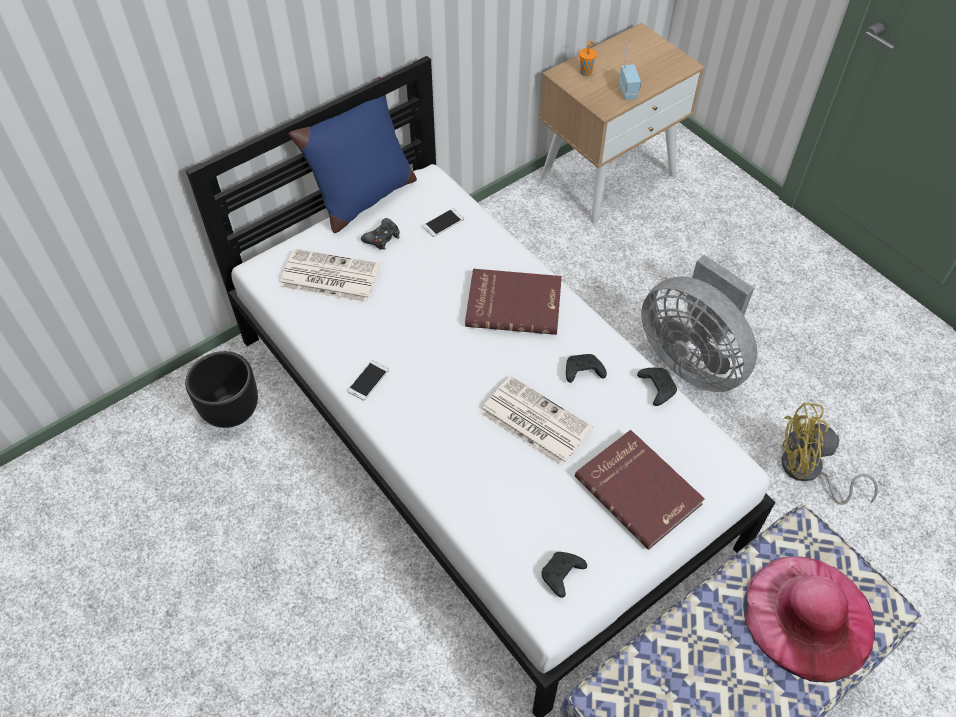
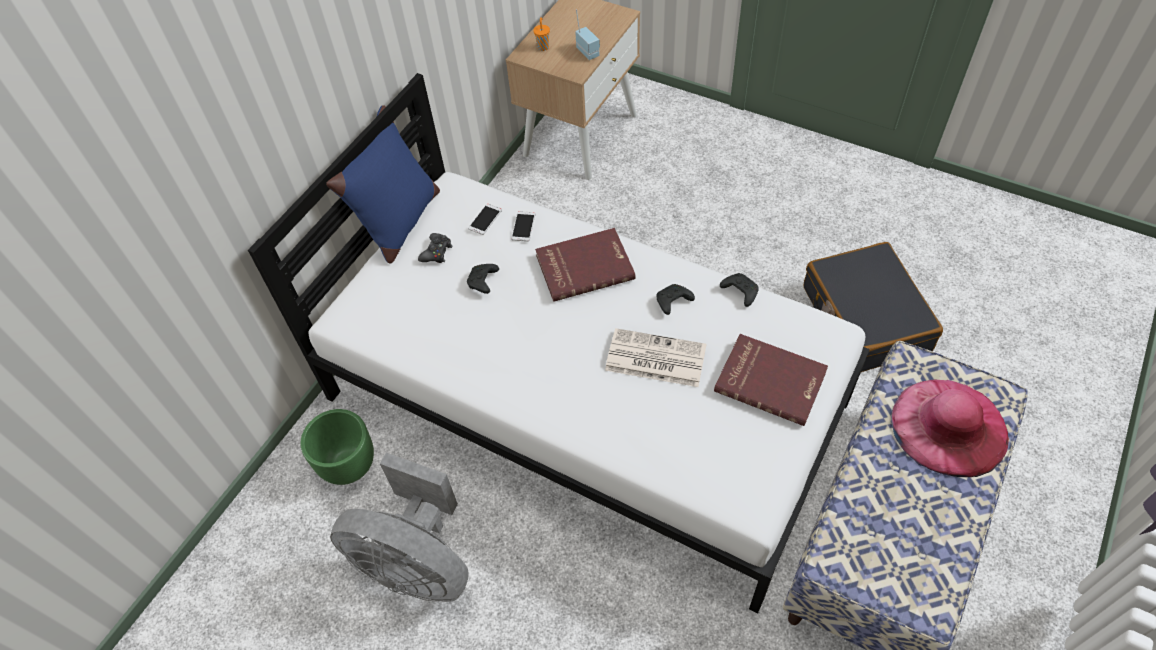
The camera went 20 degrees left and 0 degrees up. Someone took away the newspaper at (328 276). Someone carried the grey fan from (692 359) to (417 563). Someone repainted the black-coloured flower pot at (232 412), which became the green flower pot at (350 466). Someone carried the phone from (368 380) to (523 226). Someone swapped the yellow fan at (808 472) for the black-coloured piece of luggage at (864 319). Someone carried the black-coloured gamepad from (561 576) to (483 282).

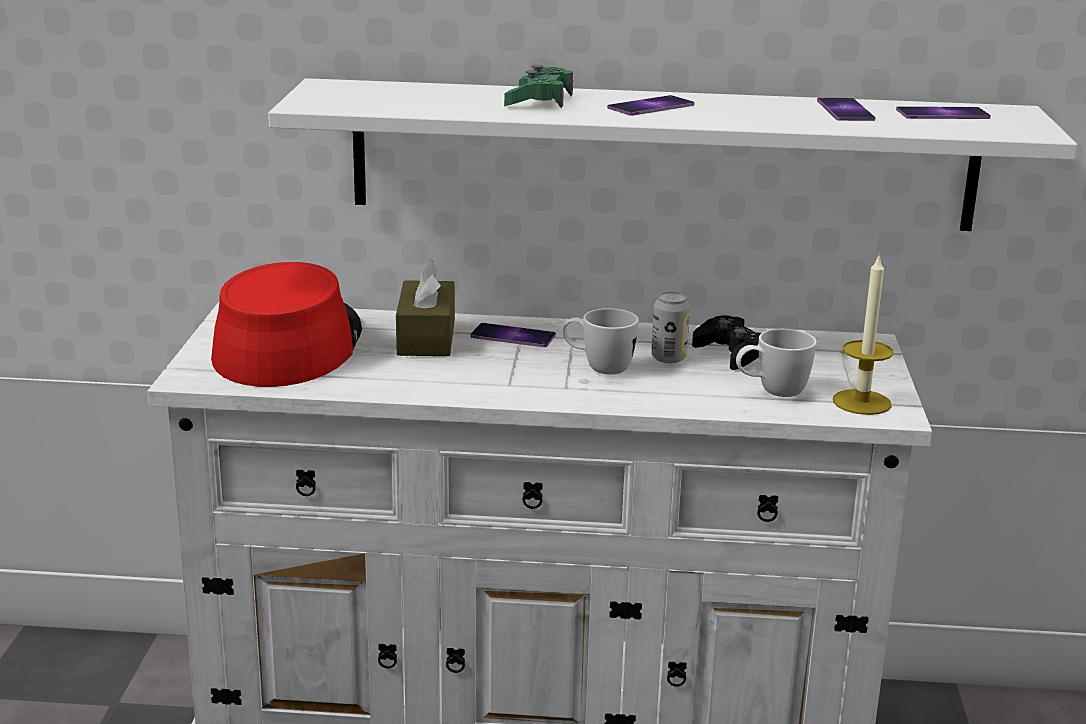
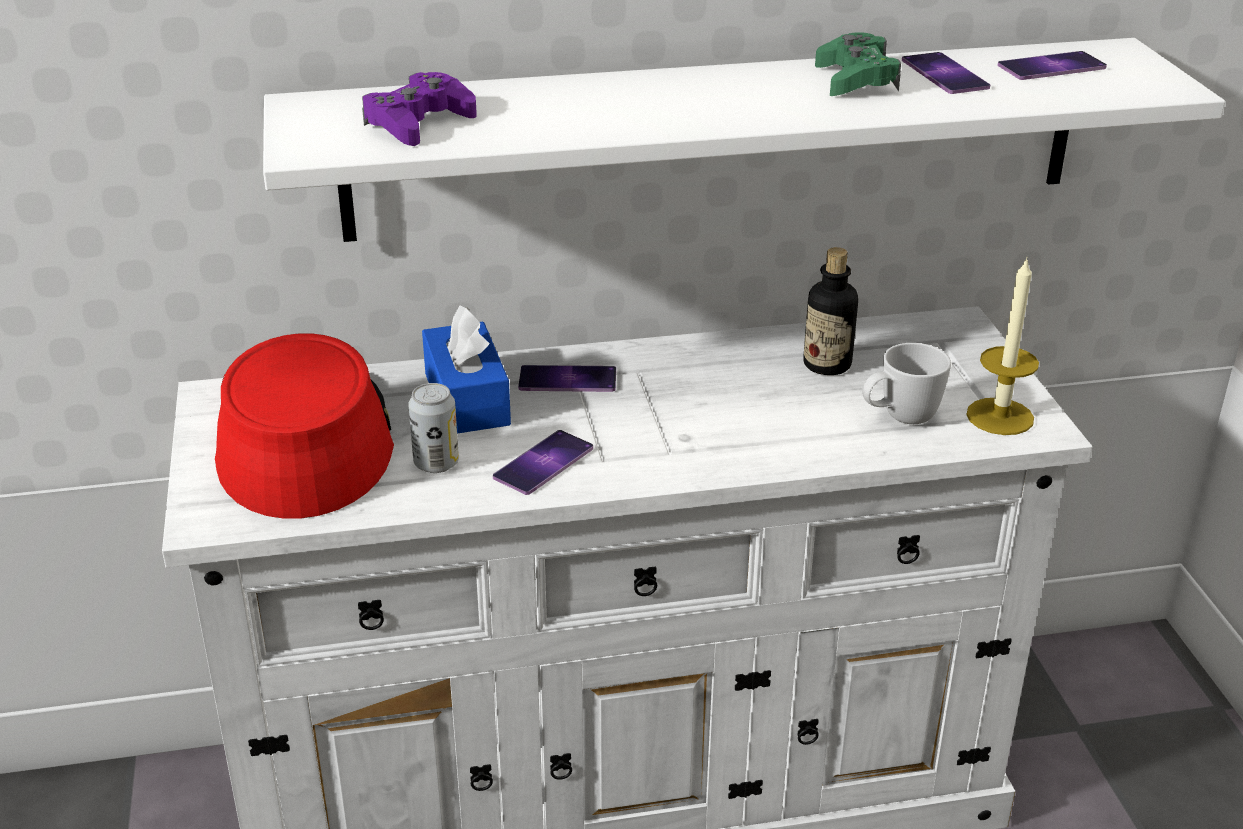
The camera went 15 degrees left and 10 degrees up. Someone carried the green gamepad from (539 100) to (856 79). Someone carried the phone from (651 106) to (543 463). Someone repainted the brownish tissue holder at (426 337), which became the blue tissue holder at (467 399). Someone carried the metal can from (668 358) to (436 463). Someone took away the white-coloured tea mug at (598 368). Someone swapped the black-coloured gamepad at (733 353) for the beverage bottle at (827 364). Someone put down the purple gamepad at (418 123).

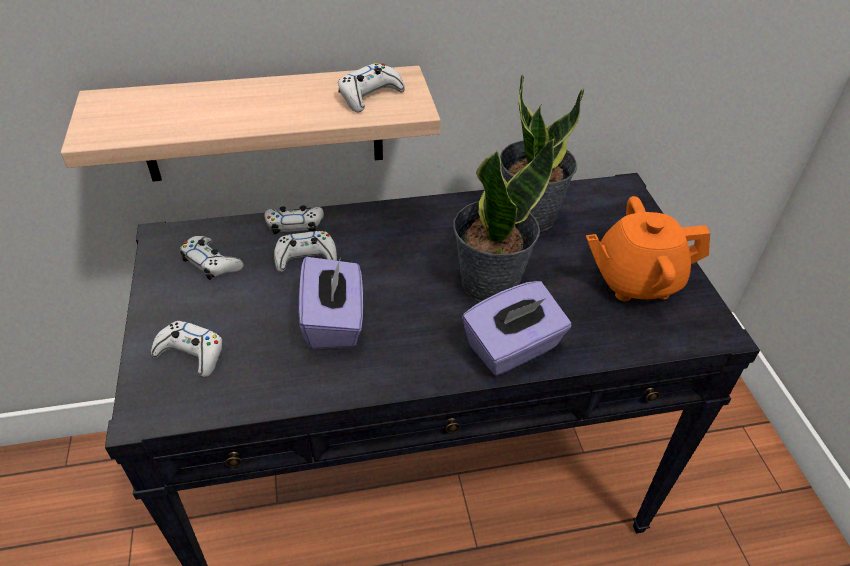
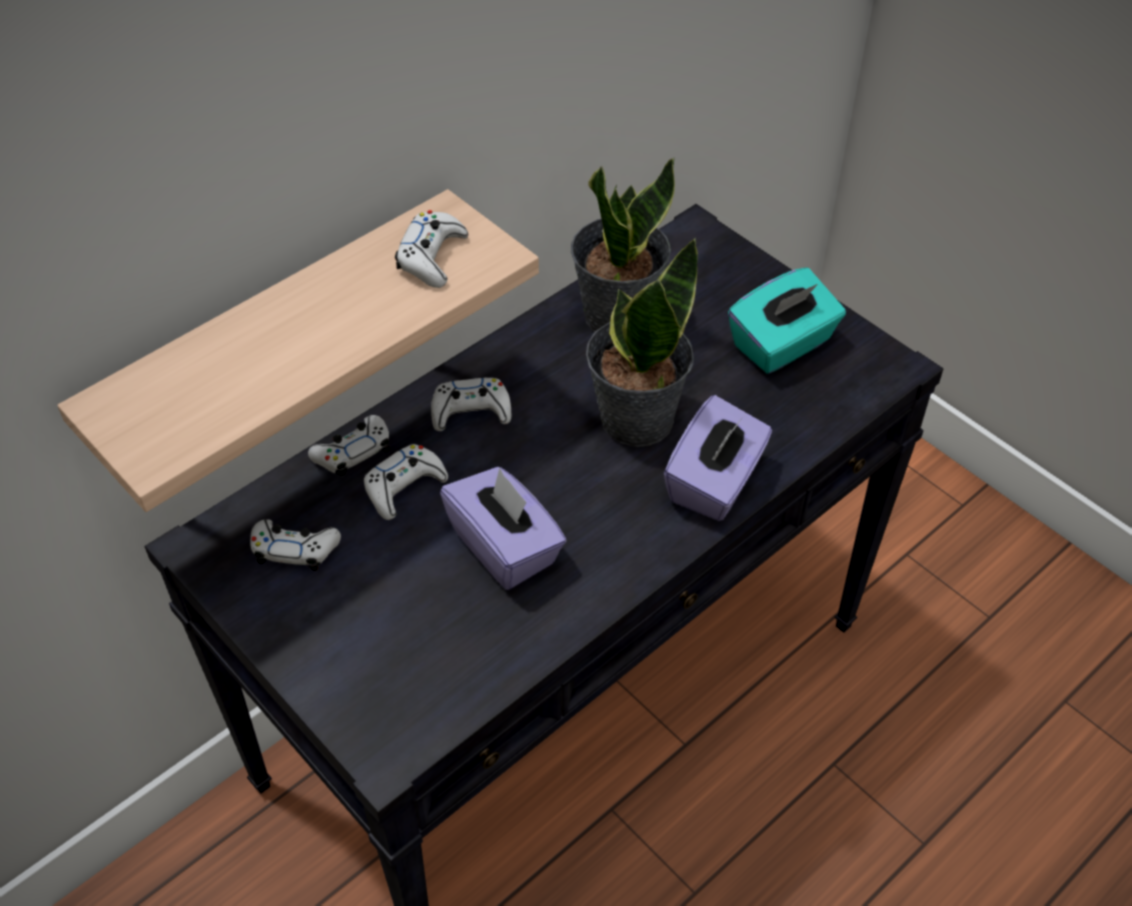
The camera went 30 degrees left and 5 degrees up. Someone swapped the orangey tea pot at (635 280) for the turquoise tissue holder at (782 345). Someone carried the white-coloured gamepad from (191 353) to (471 411).

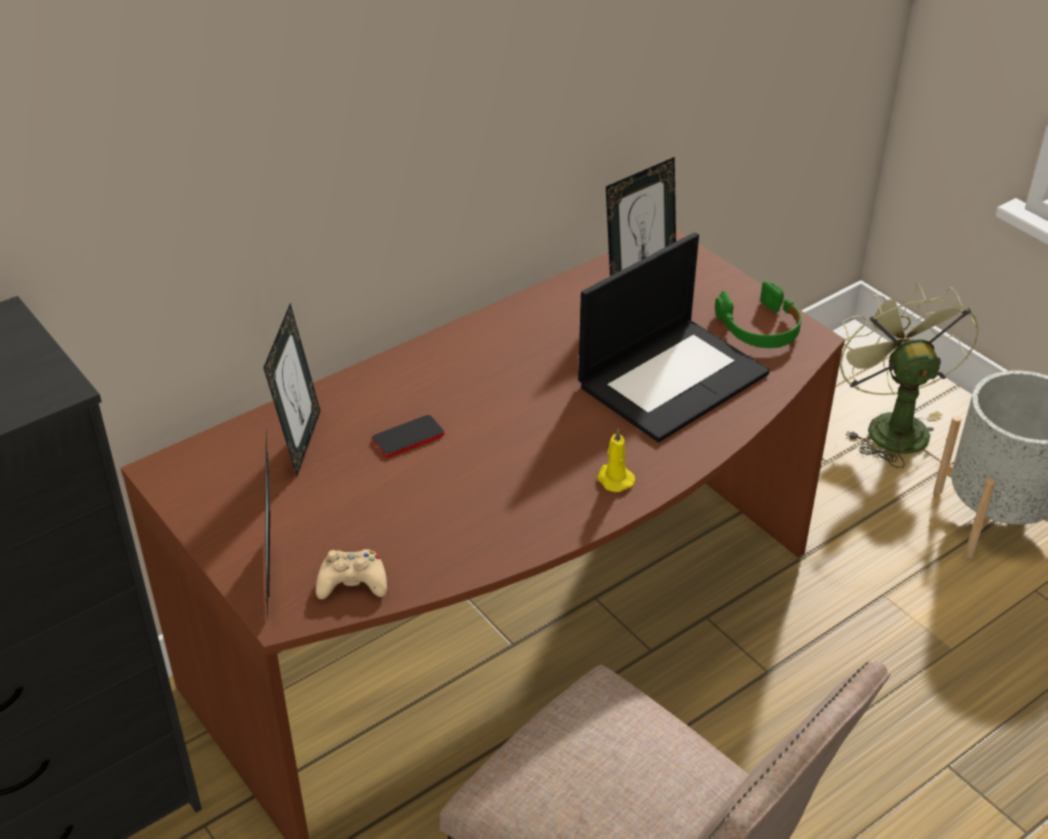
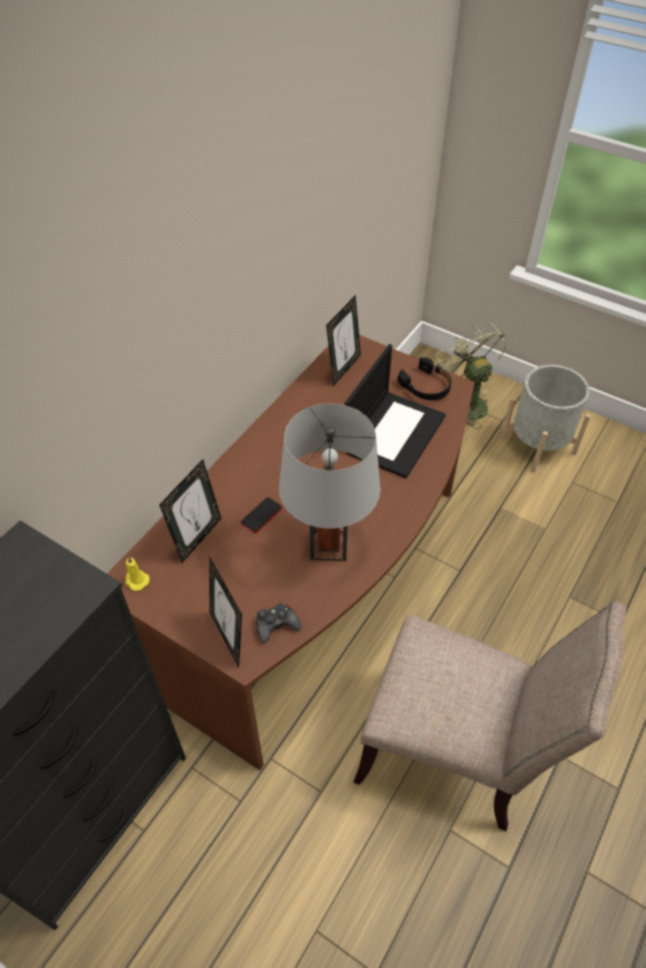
The camera went 20 degrees left and 10 degrees up. Someone repainted the green pair of headphones at (760 327), which became the black-coloured pair of headphones at (426 386). Someone rotated the standing frame at (300 442) by 45 degrees clockwise. Someone carried the yellow wax light from (614 479) to (136 580). Someone repainted the sand-coloured gamepad at (352 582), which became the black-coloured gamepad at (276 625). Someone put down the grey tabletop lamp at (328 546).

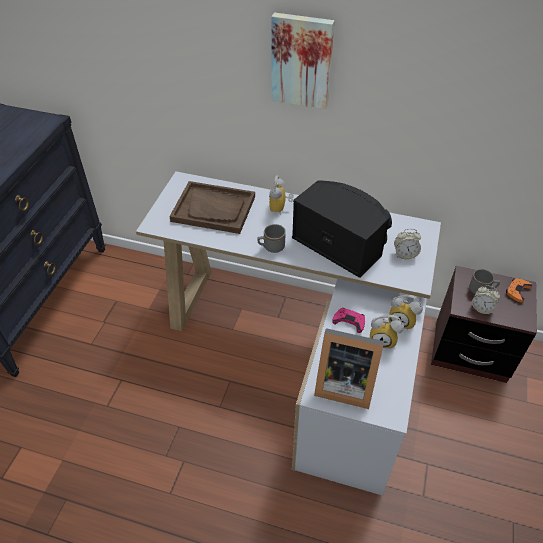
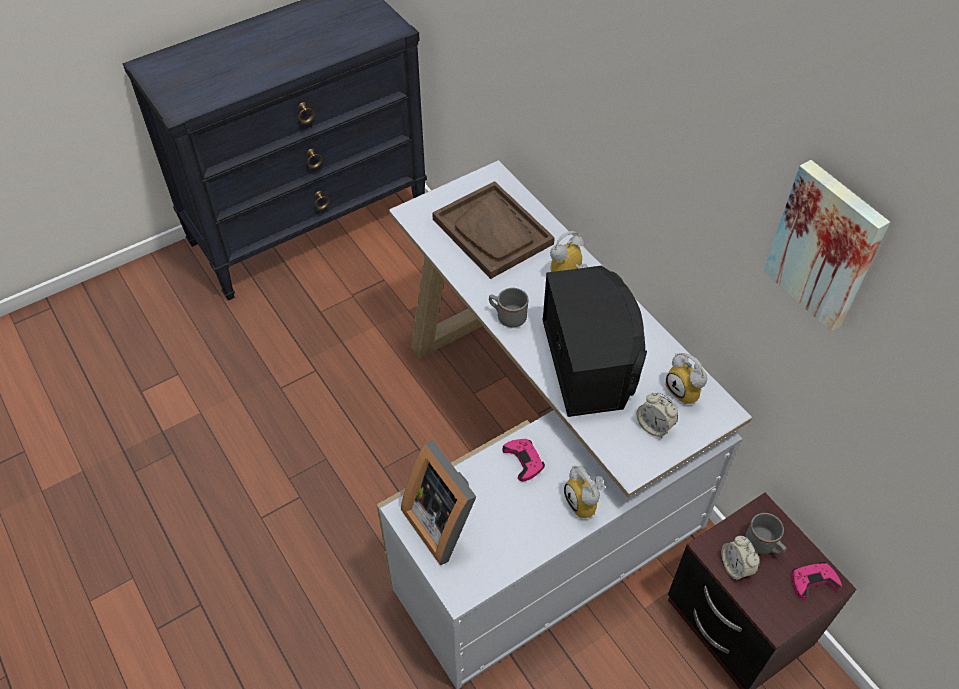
The camera went 40 degrees right and 5 degrees up. Someone carried the wall picture from (302 60) to (826 245). Someone repainted the orangey gamepad at (517 291), which became the pinkish gamepad at (813 581). Someone carried the alarm clock from (383 339) to (686 391).

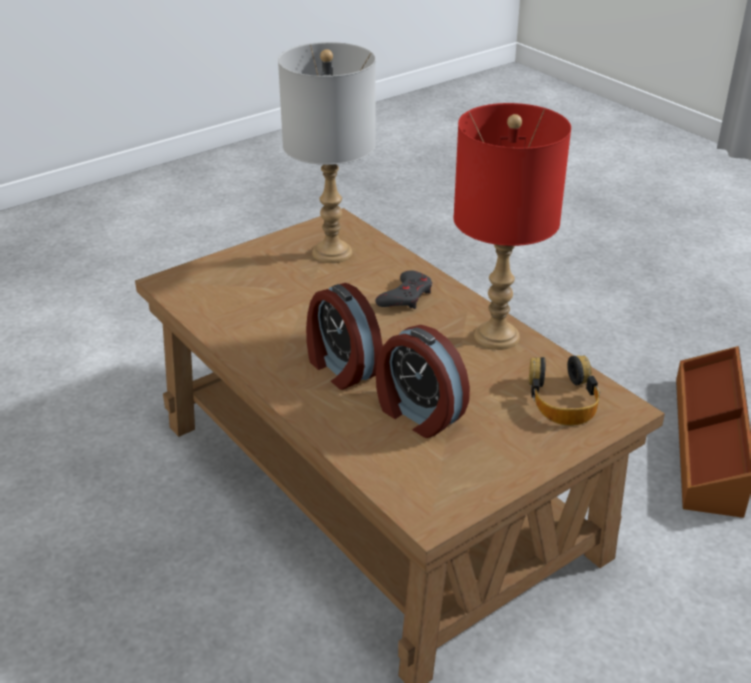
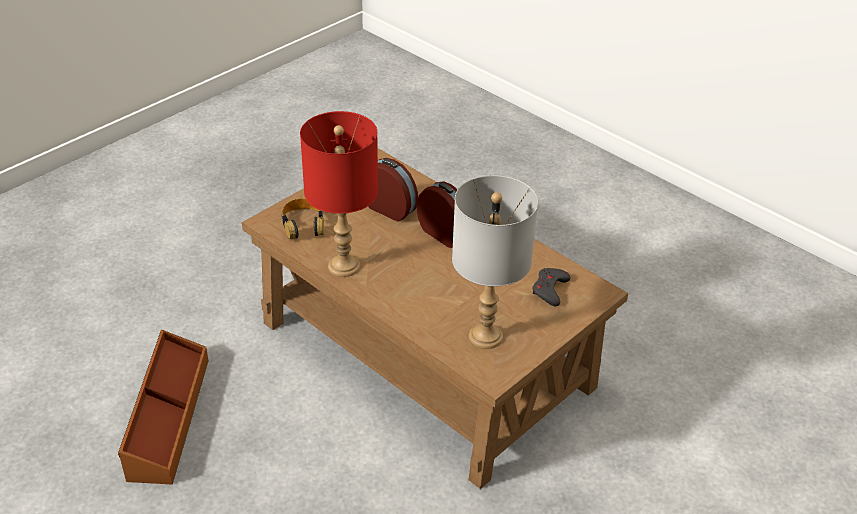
The camera went 170 degrees right and 5 degrees up. Someone carried the grey gamepad from (406 296) to (550 289).

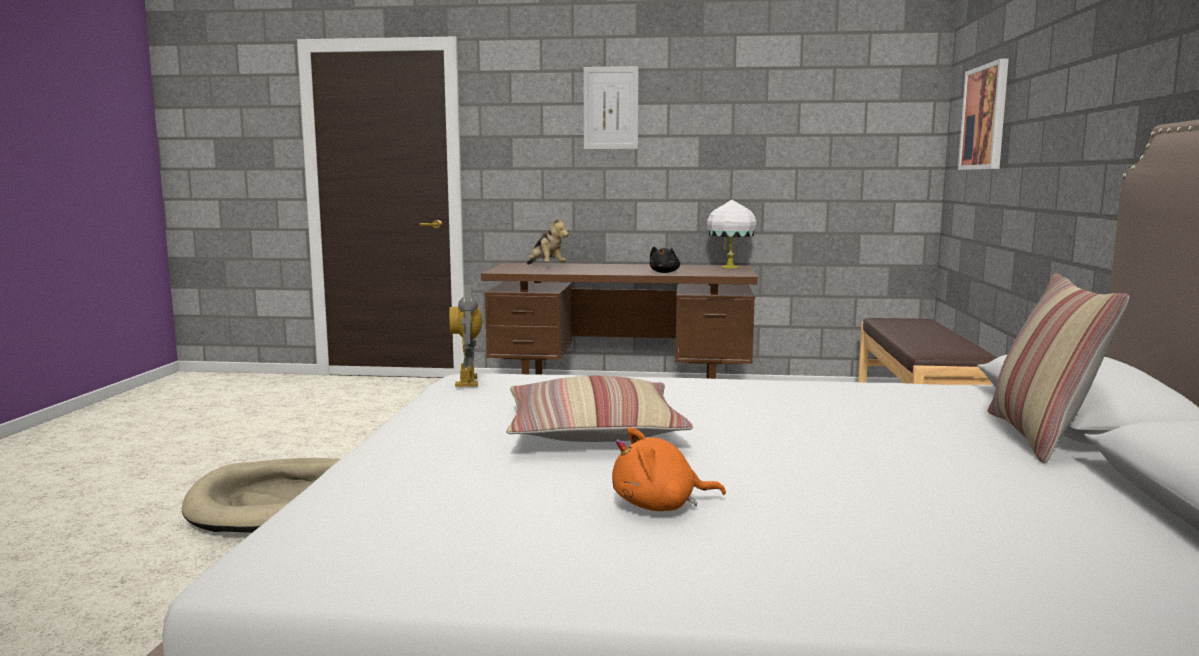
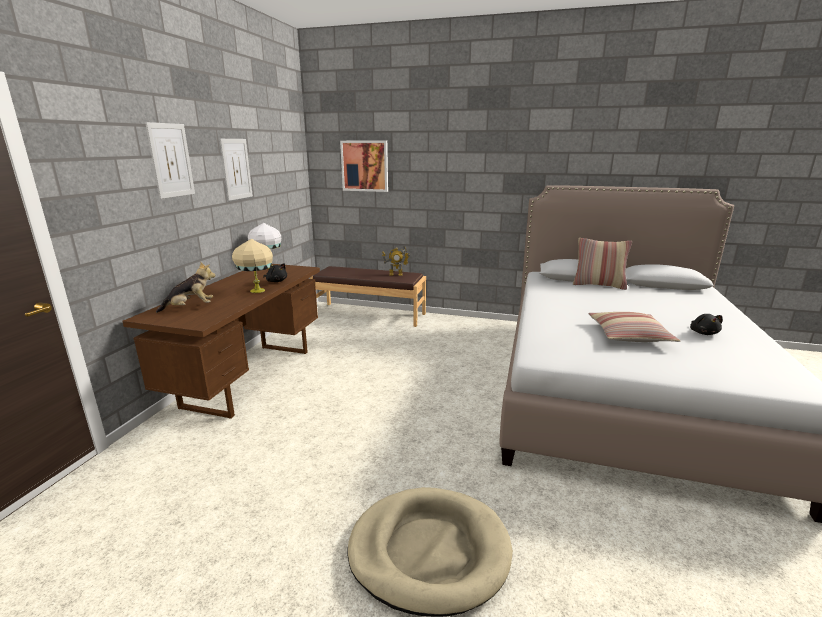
The camera went 80 degrees left and 10 degrees up. Someone carried the robot figure from (468 381) to (396 274). Someone repainted the orangey plush toy at (660 506), which became the black-coloured plush toy at (703 333). Someone put up the wall picture at (236 169). Someone put down the sand-coloured tabletop lamp at (256 291).

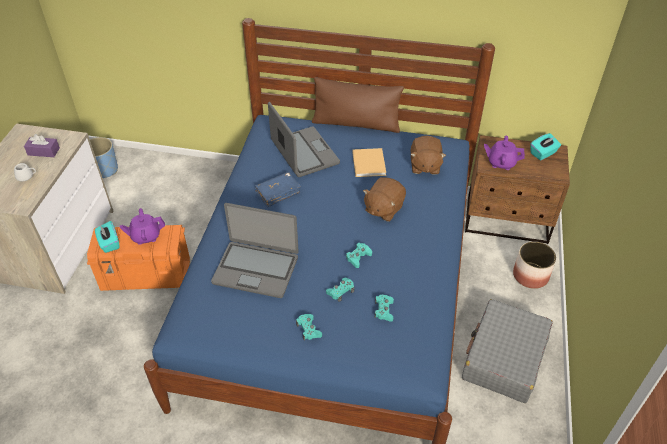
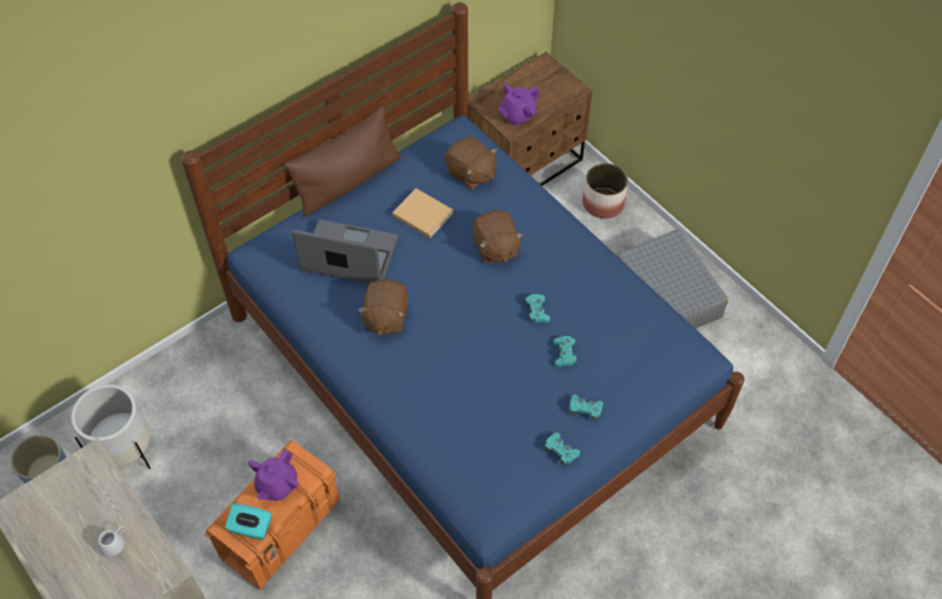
The camera went 50 degrees left and 10 degrees up. Someone took away the turquoise tissue holder at (543 153). Someone took away the purple tissue holder at (43 151). Someone swapped the blue bound book at (278 192) for the brownish plush toy at (385 317). Someone took away the laptop at (256 269). Someone carried the turquoise gamepad from (384 310) to (561 451). Someone put down the white-coloured flower pot at (125 450).

